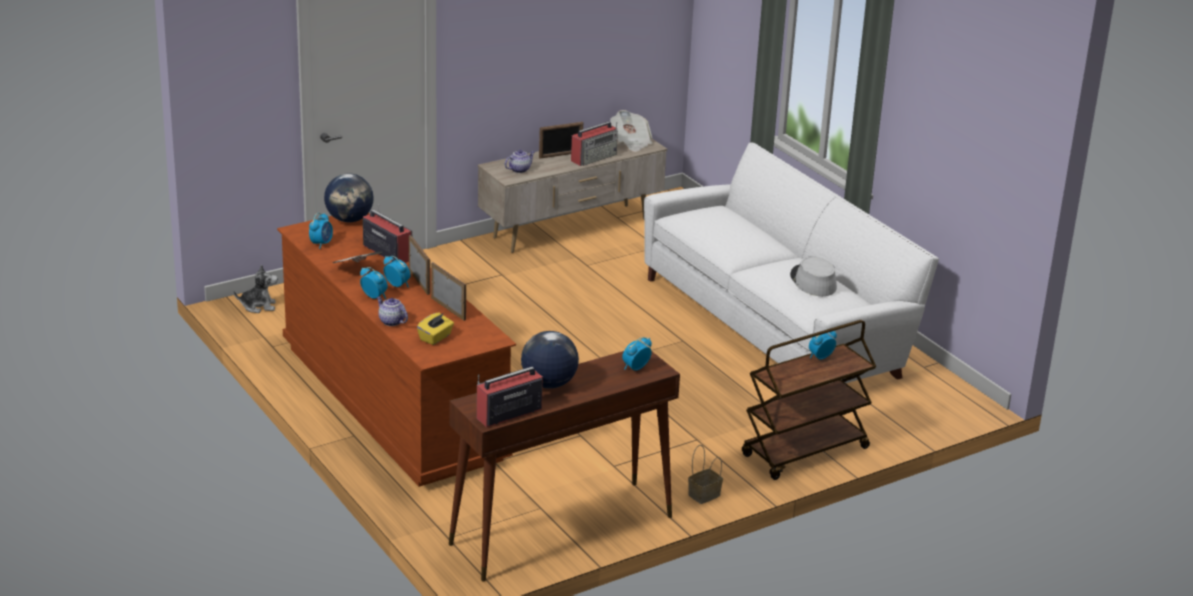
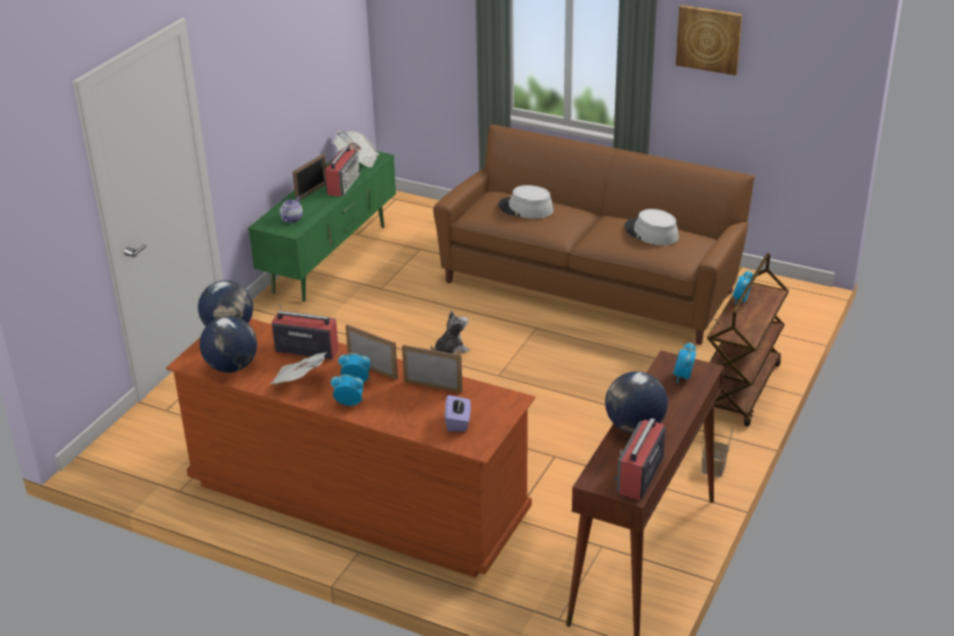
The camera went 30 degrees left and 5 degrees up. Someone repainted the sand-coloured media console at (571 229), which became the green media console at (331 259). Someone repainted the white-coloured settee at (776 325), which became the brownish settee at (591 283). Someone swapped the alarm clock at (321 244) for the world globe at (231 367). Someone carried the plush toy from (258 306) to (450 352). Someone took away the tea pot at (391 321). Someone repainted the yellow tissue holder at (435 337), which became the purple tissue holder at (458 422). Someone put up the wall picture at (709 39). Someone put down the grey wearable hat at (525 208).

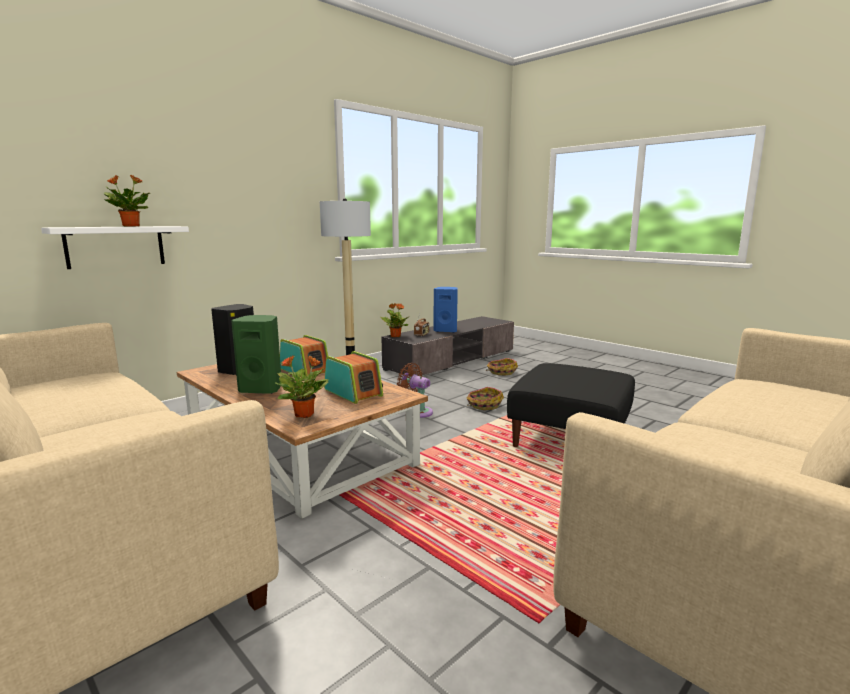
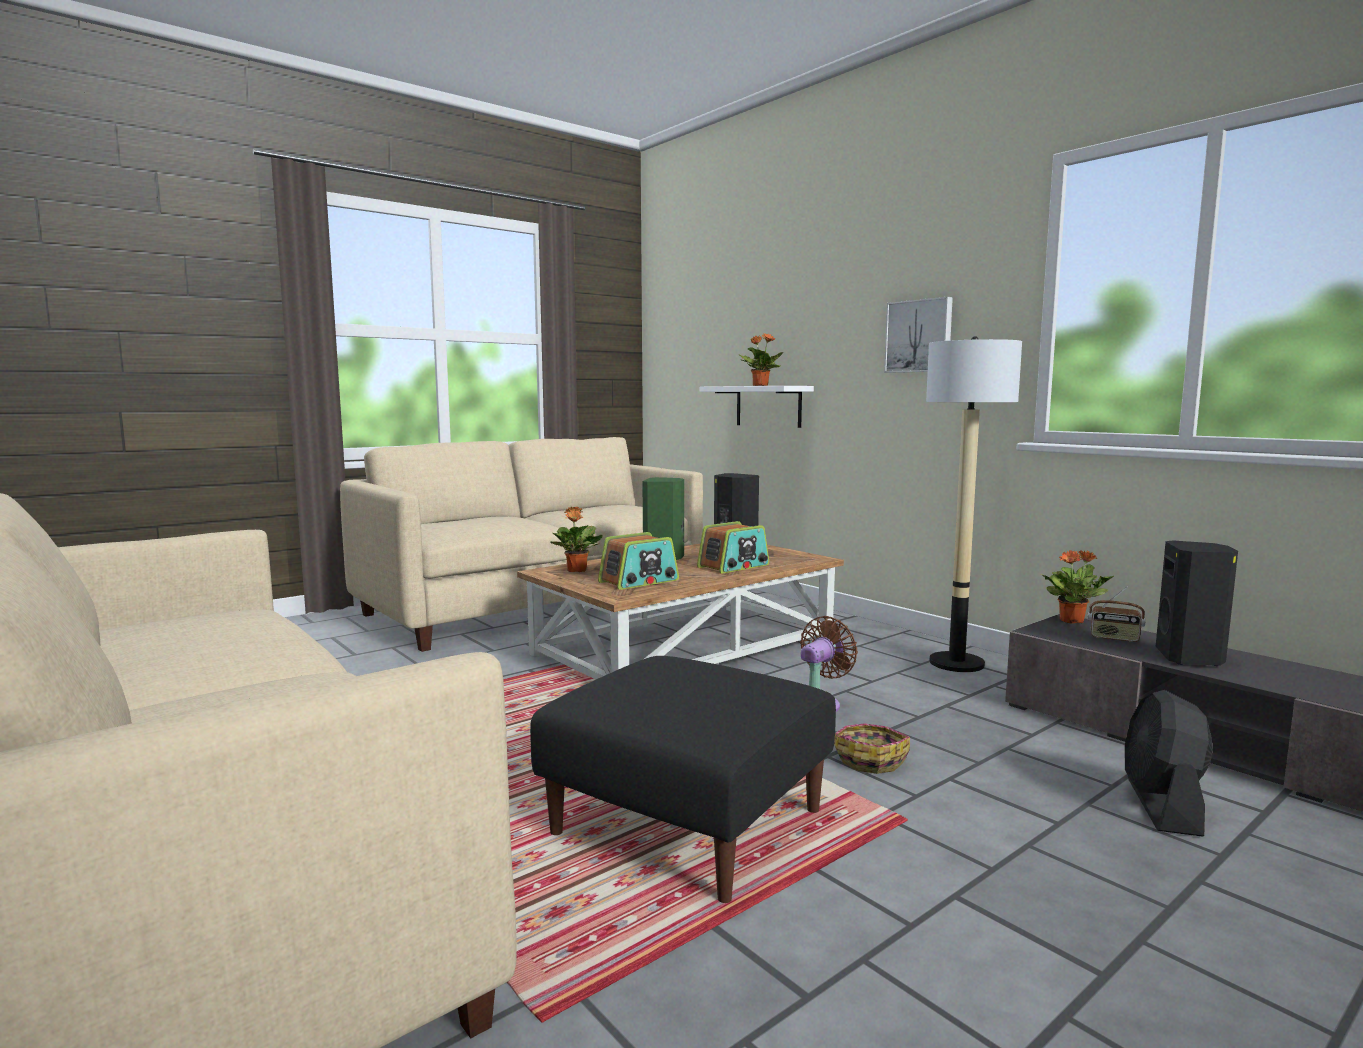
The camera went 95 degrees right and 5 degrees down. Someone repainted the blue loudspeaker at (446 330), which became the black-coloured loudspeaker at (1190 658). Someone swapped the storage basket at (501 372) for the black-coloured fan at (1162 806). Someone put up the wall picture at (919 336).

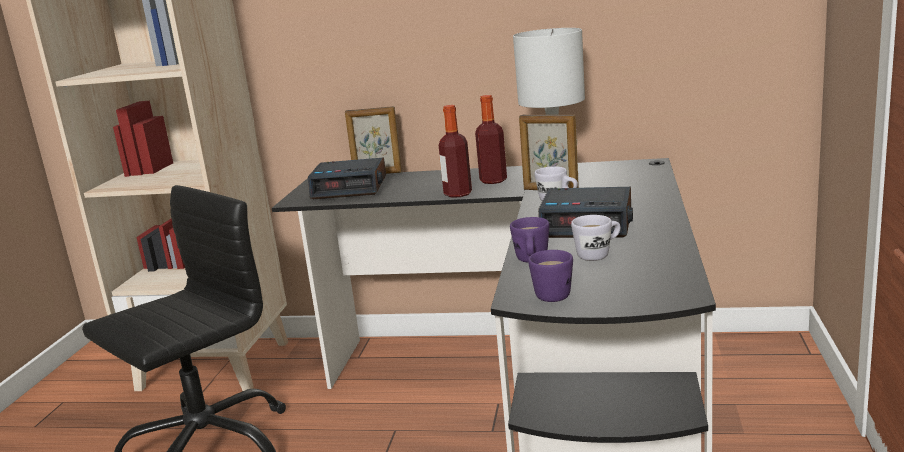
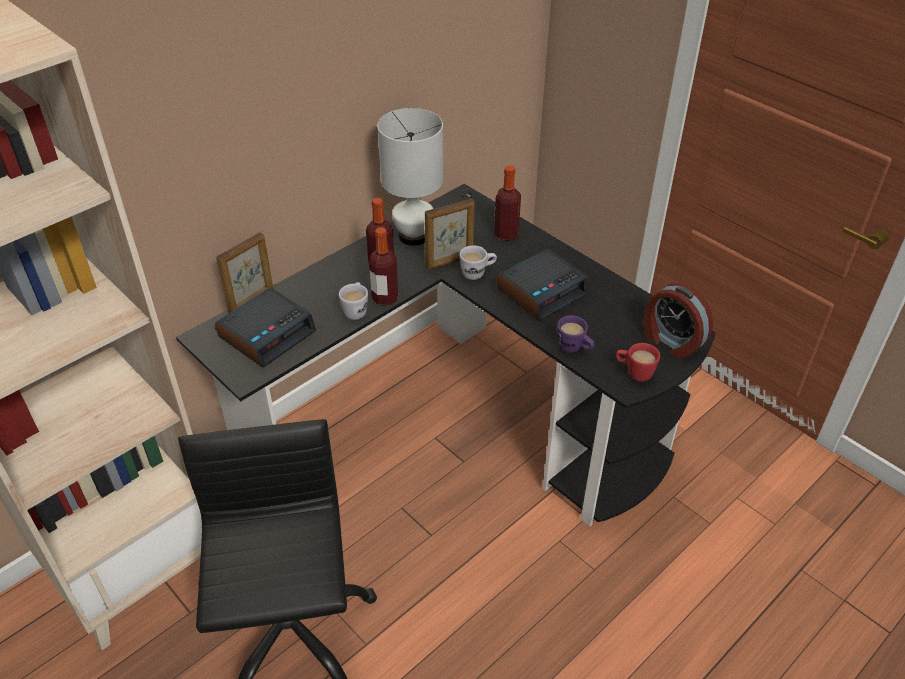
The camera went 55 degrees left and 25 degrees up. Someone carried the white-coloured tea mug from (598 255) to (356 310). Someone repainted the purple tea mug at (550 293), which became the reddish tea mug at (634 372). Someone put down the beverage bottle at (506 234). Someone put down the alarm clock at (671 341).

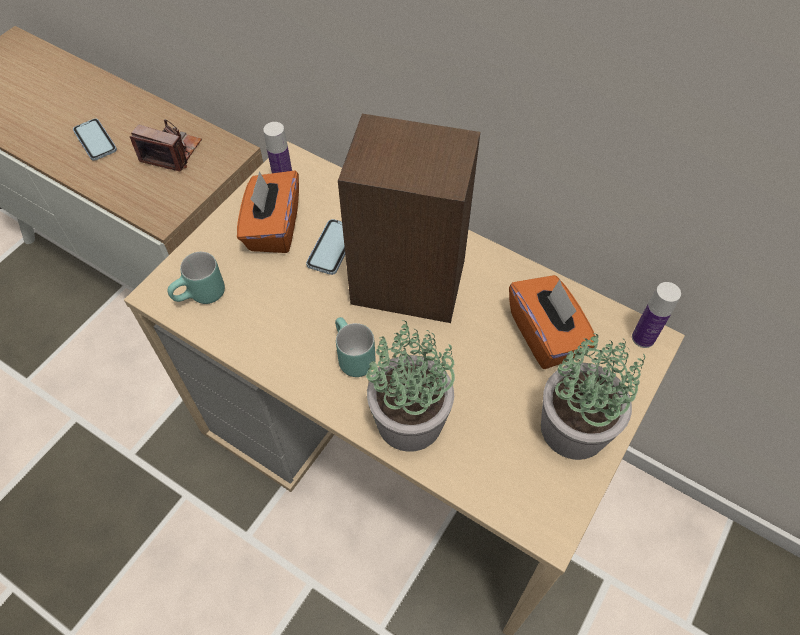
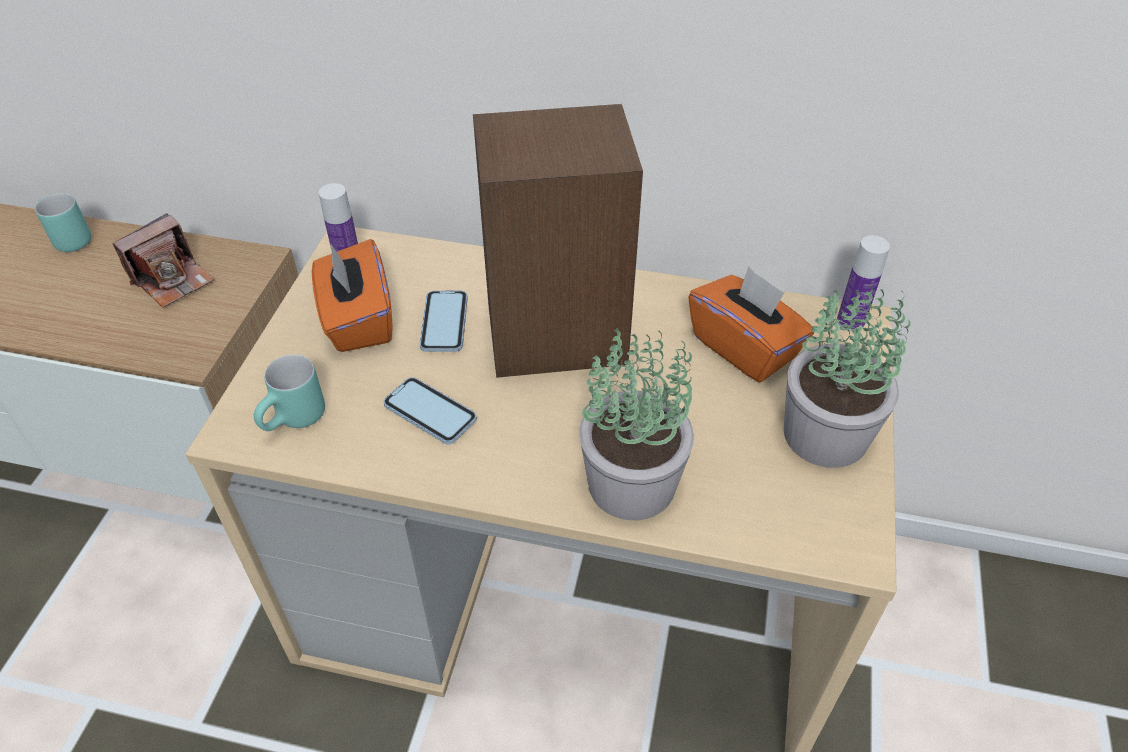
The camera went 20 degrees left and 10 degrees down. Someone carried the phone from (95 141) to (430 412). Someone rotated the still camera at (171 152) by 135 degrees clockwise. Someone carried the turquoise tea mug from (350 357) to (66 240).

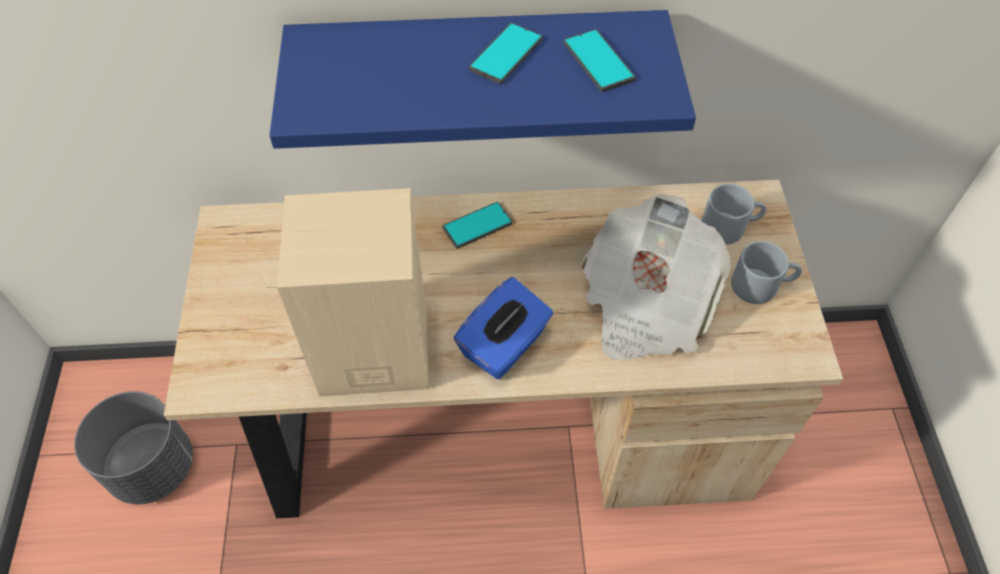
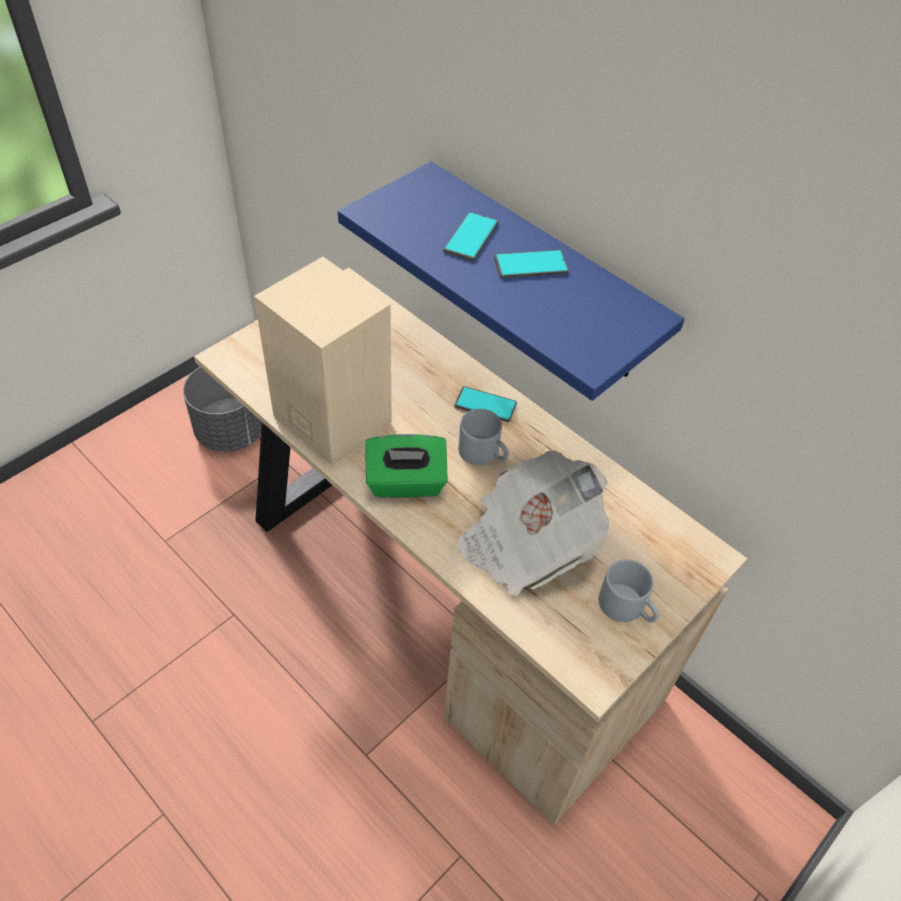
The camera went 45 degrees right and 5 degrees down. Someone carried the phone from (598 61) to (471 237). Someone carried the grey tea mug from (730 226) to (484 453). Someone repainted the blue tissue holder at (504 345), which became the green tissue holder at (406 483).

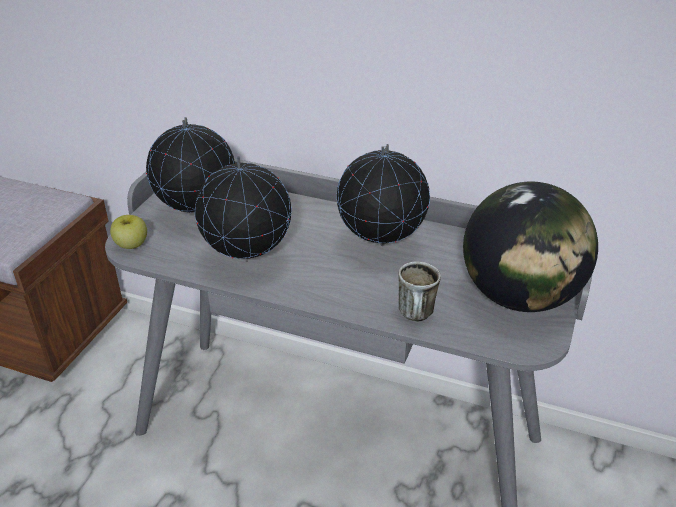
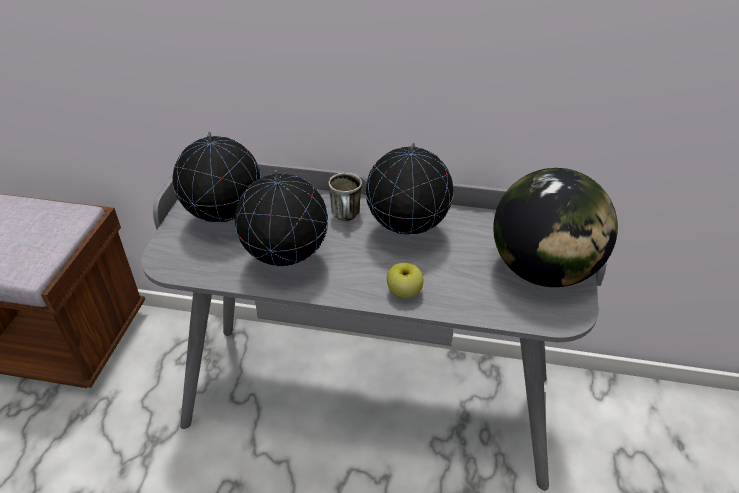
The camera went 10 degrees left and 5 degrees up. Someone carried the whole apple from (131 245) to (404 292). Someone carried the tea mug from (417 317) to (347 217).

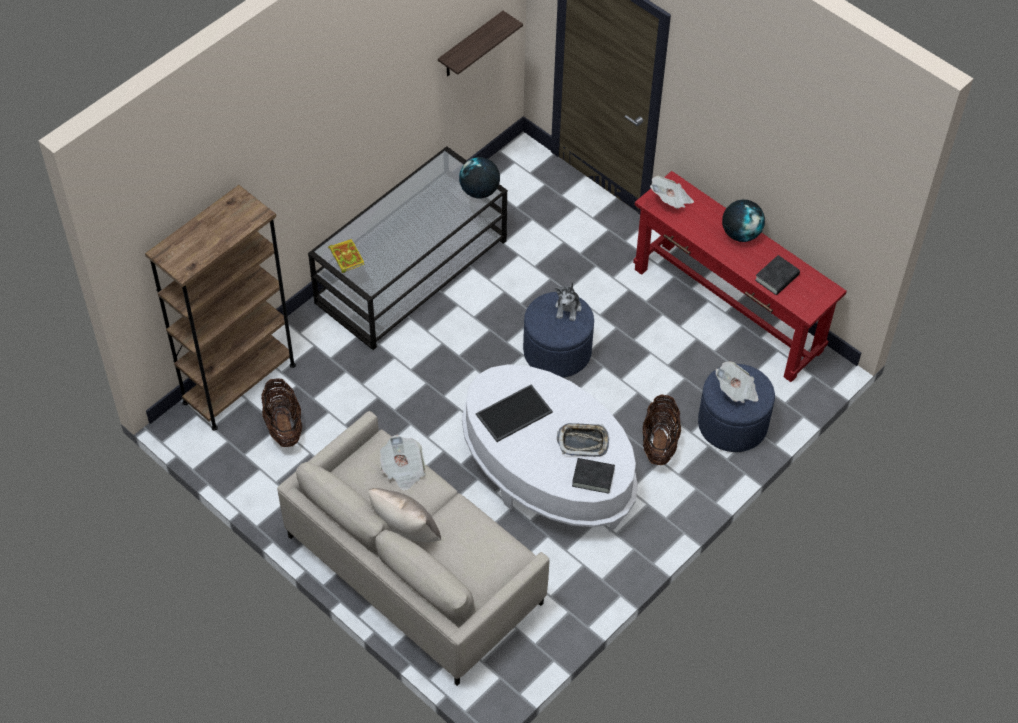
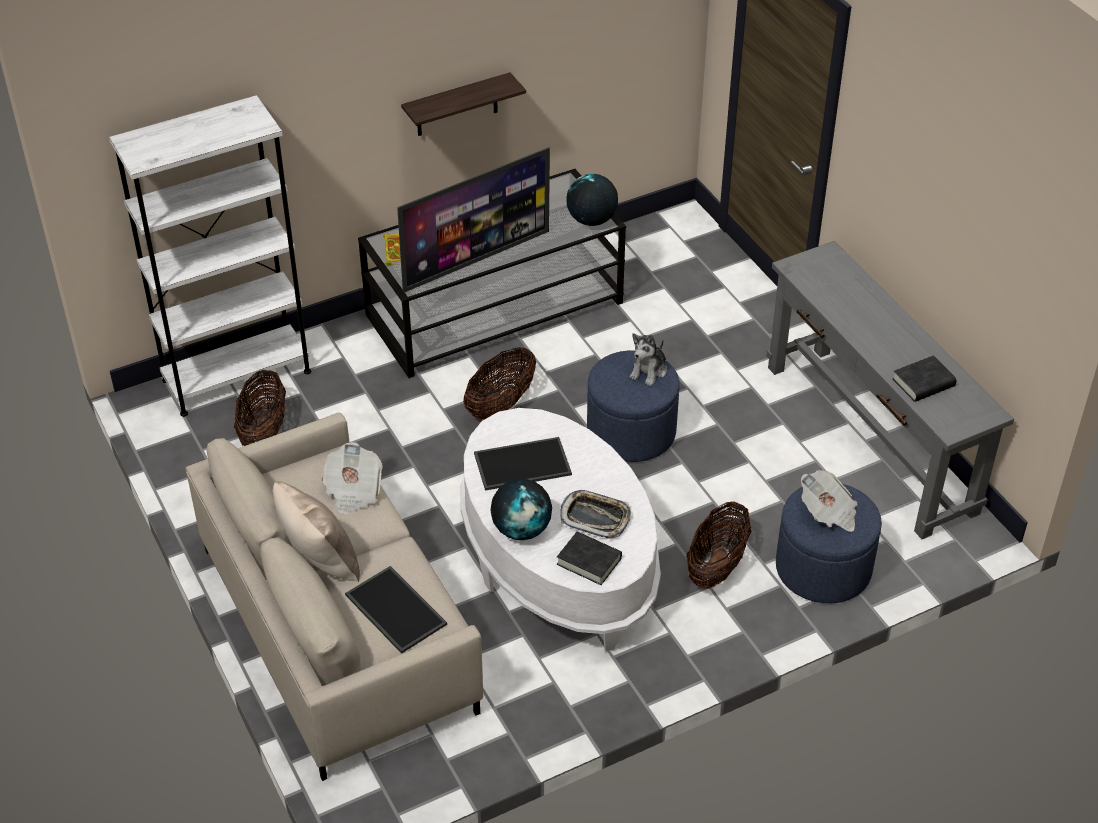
The camera went 20 degrees right and 10 degrees down. Someone carried the shelf from (470 46) to (457 105). Someone repainted the reddish hall table at (727 310), which became the grey hall table at (869 438). Someone took away the newspaper at (671 200). Someone repainted the brownish bookshelf at (239 383), which became the white-coloured bookshelf at (237 376). Someone carried the world globe from (741 234) to (521 529). Someone put down the TV set at (476 260). Someone put down the storage basket at (500 404). Someone put down the carrying tray at (393 610).

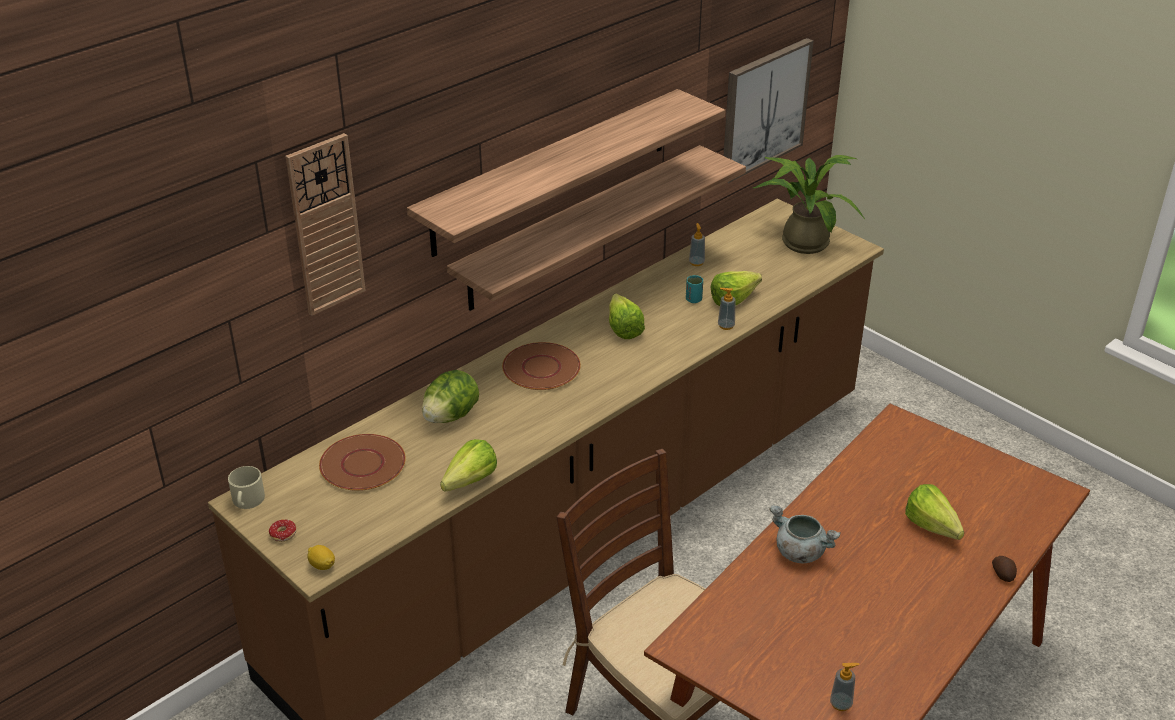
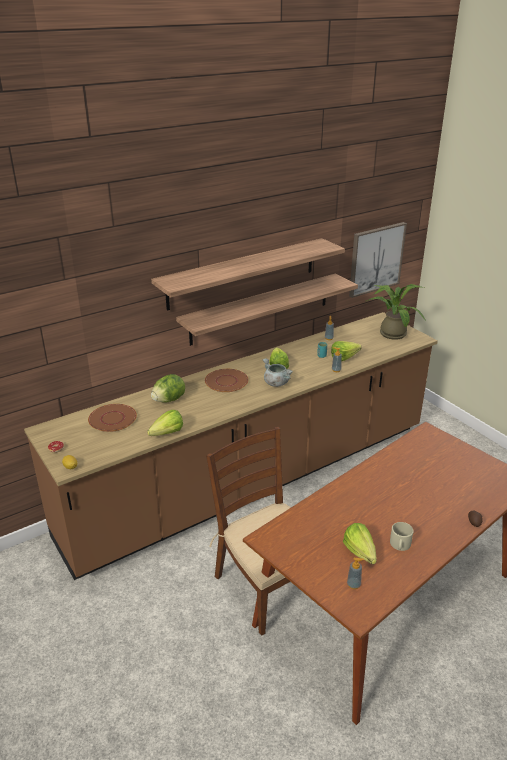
The camera went 10 degrees right and 5 degrees down. Someone took away the hanging clock at (325 225). Someone carried the sand-coloured tea mug from (247 501) to (400 545). Someone carried the head of lettuce from (934 531) to (361 555). Someone carried the grey cooking pot from (799 552) to (276 383).

